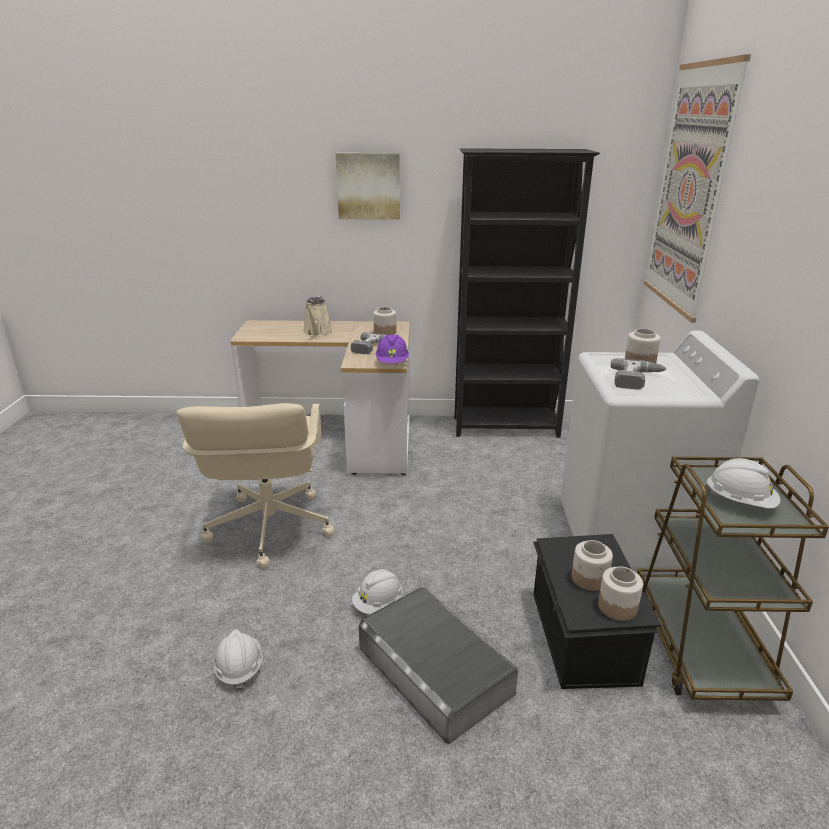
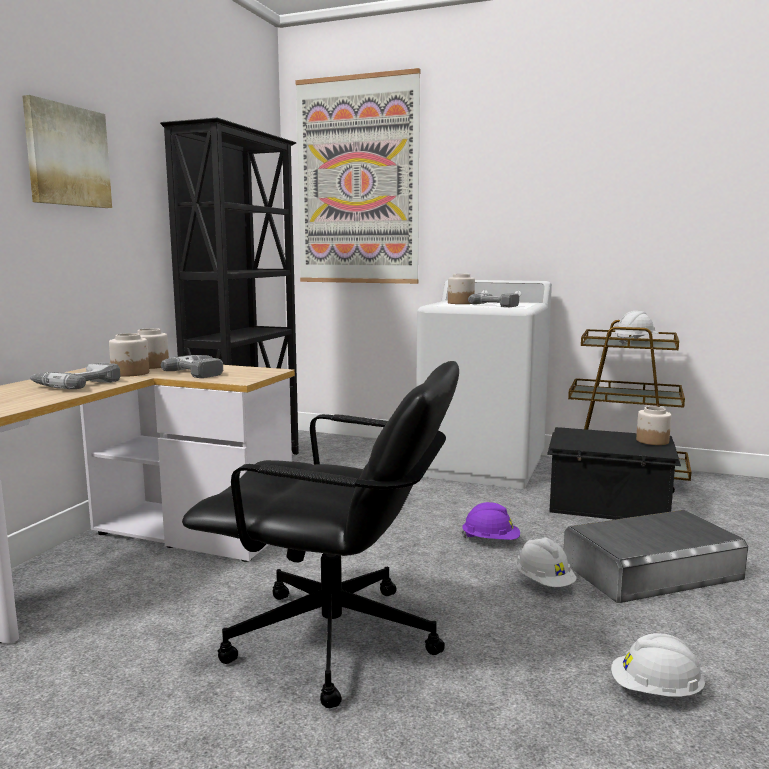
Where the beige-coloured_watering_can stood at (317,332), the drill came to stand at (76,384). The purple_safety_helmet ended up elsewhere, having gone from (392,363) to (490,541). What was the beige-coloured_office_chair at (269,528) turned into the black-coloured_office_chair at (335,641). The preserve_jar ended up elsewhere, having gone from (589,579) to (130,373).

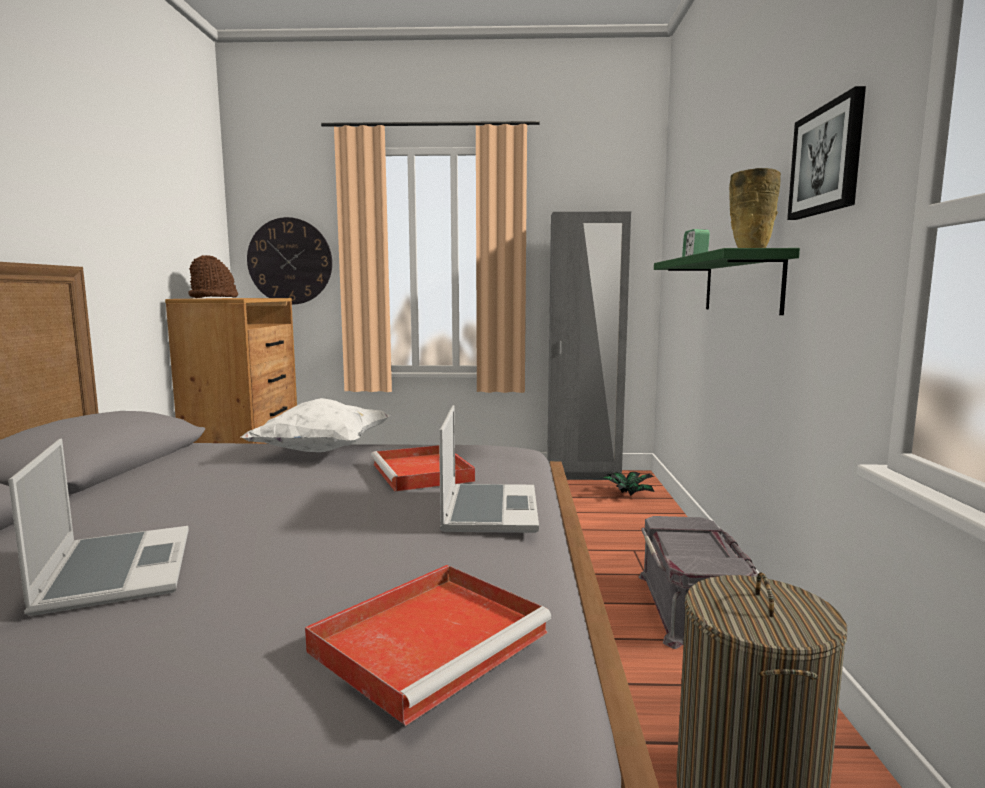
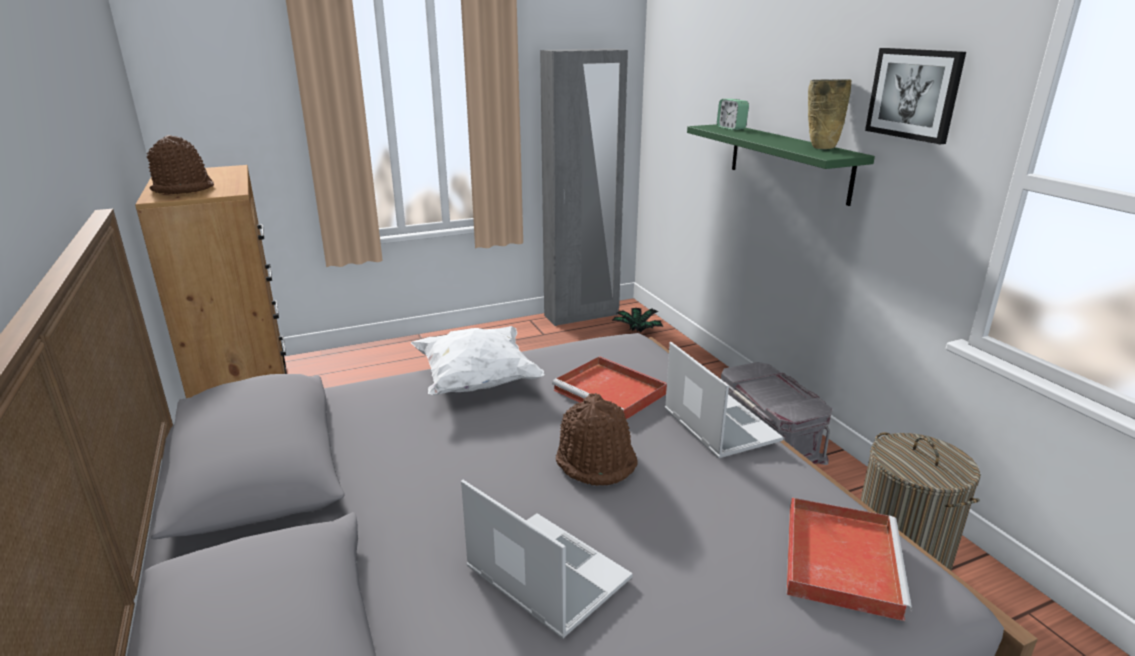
The second view lost the wall_clock at (290,261). The second view gained the brown-coloured_wearable_hat at (596,460).

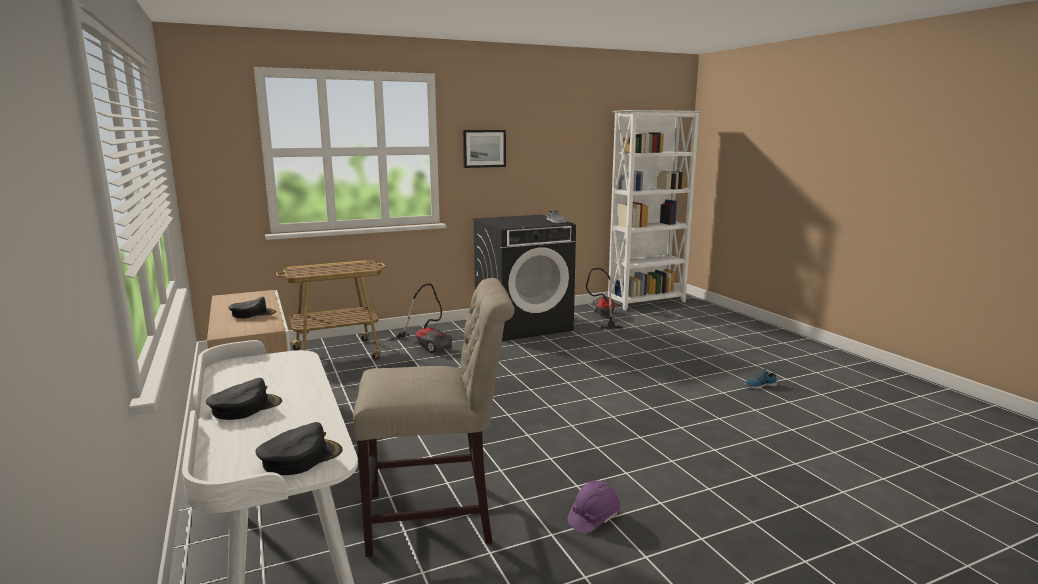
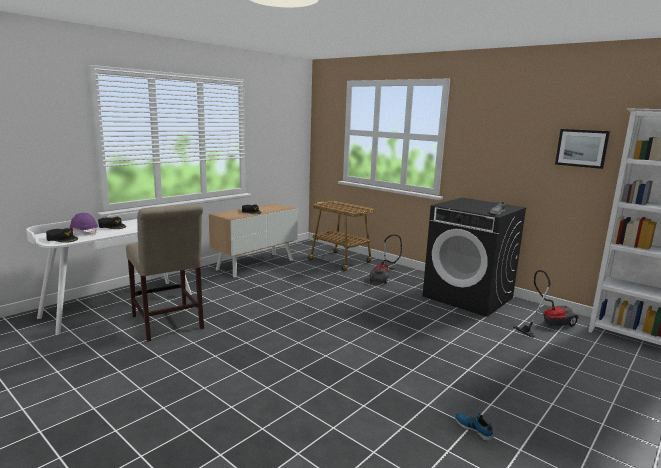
The wall_art ended up elsewhere, having gone from (484,148) to (581,148). The purple_safety_helmet ended up elsewhere, having gone from (593,518) to (83,232).

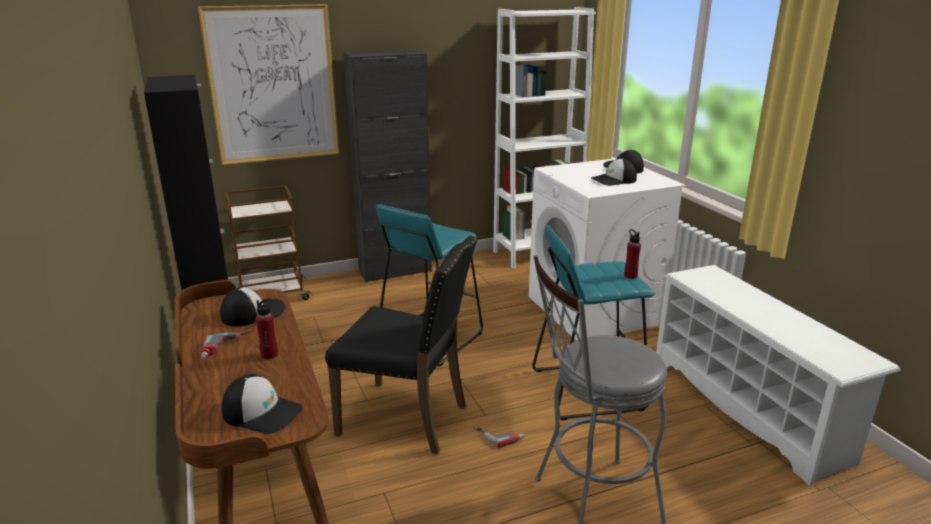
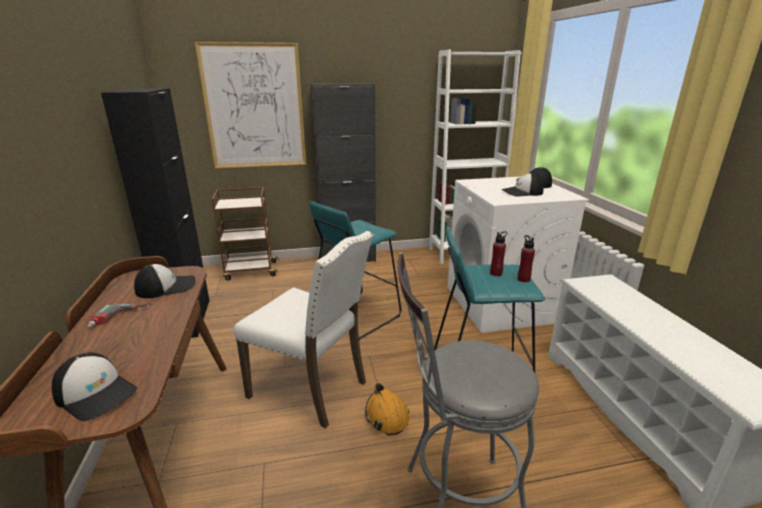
What was the black-coloured_upright_chair at (406,418) turned into the white-coloured_upright_chair at (311,388). The red-coloured_drink_bottle ended up elsewhere, having gone from (269,355) to (496,273). Where the drill stood at (499,435), the orangey_safety_helmet came to stand at (386,415).

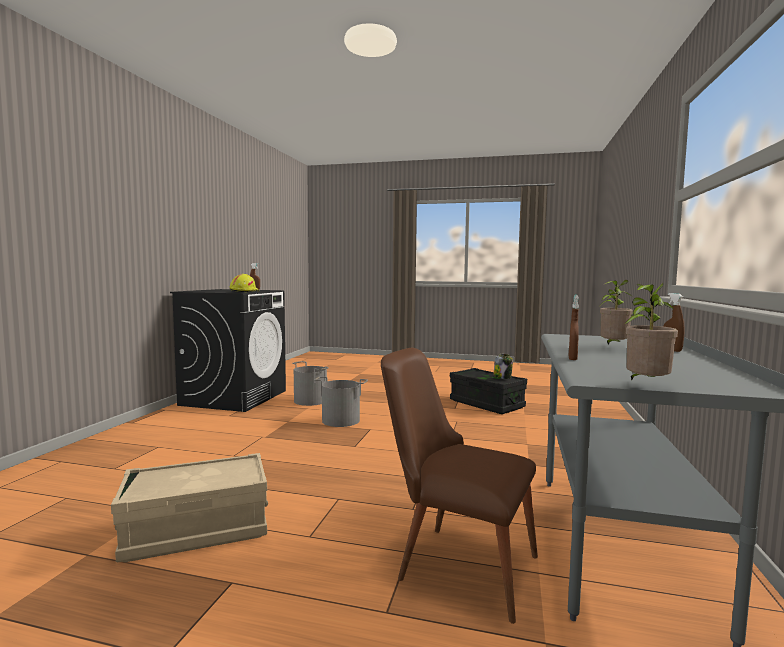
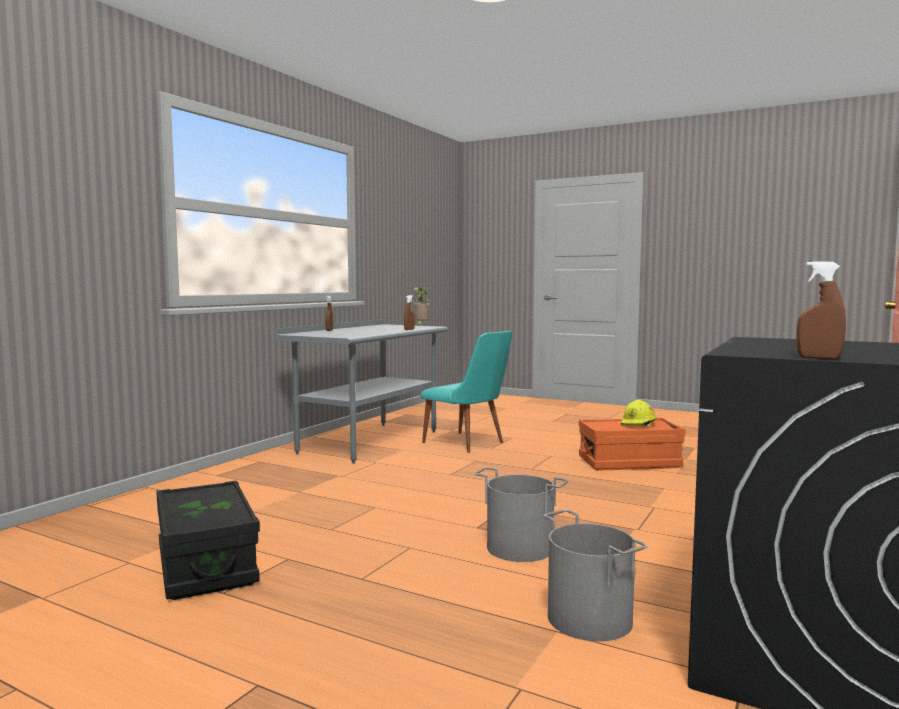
The yellow_safety_helmet ended up elsewhere, having gone from (243,291) to (638,424). The second view lost the potted_plant at (613,347). What was the brown-coloured_upright_chair at (455,562) turned into the blue-green_upright_chair at (468,444). The second view lost the preserve_jar at (502,377). What was the beige-coloured_storage_bin at (196,530) turned into the orangey_storage_bin at (629,462).

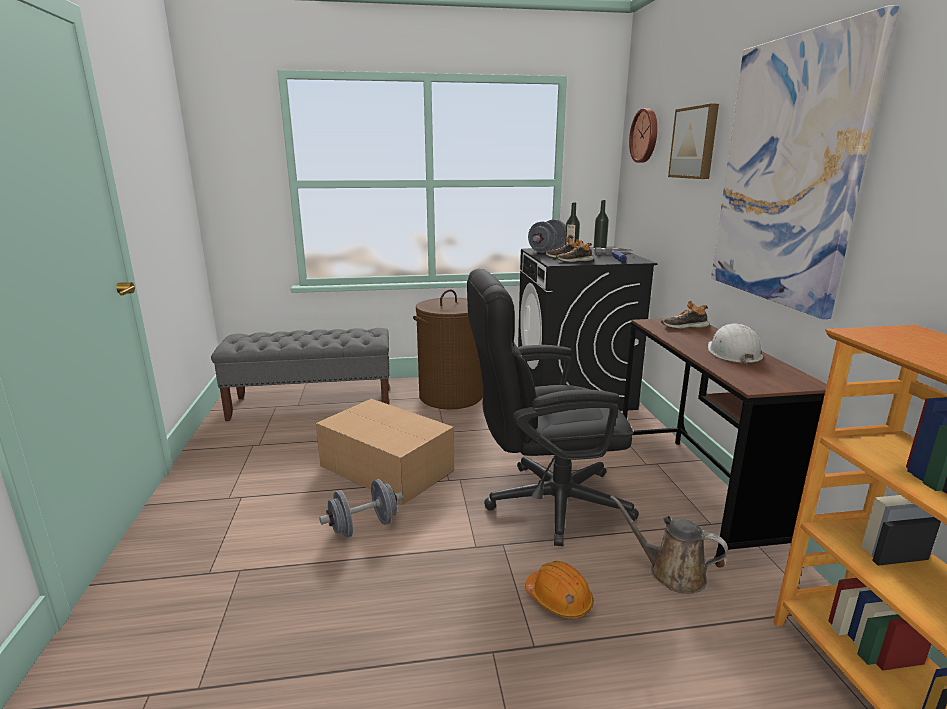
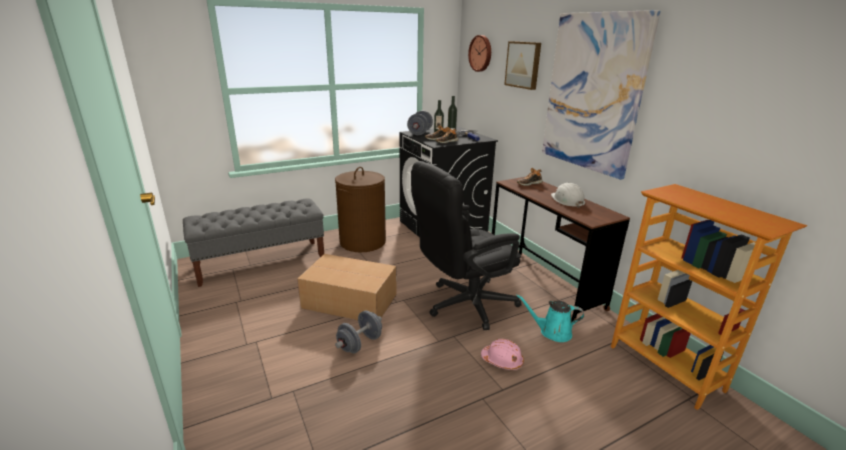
What was the brown-coloured_watering_can at (671,573) turned into the blue-green_watering_can at (552,332). What was the orangey_safety_helmet at (559,599) turned into the pink-coloured_safety_helmet at (502,361).

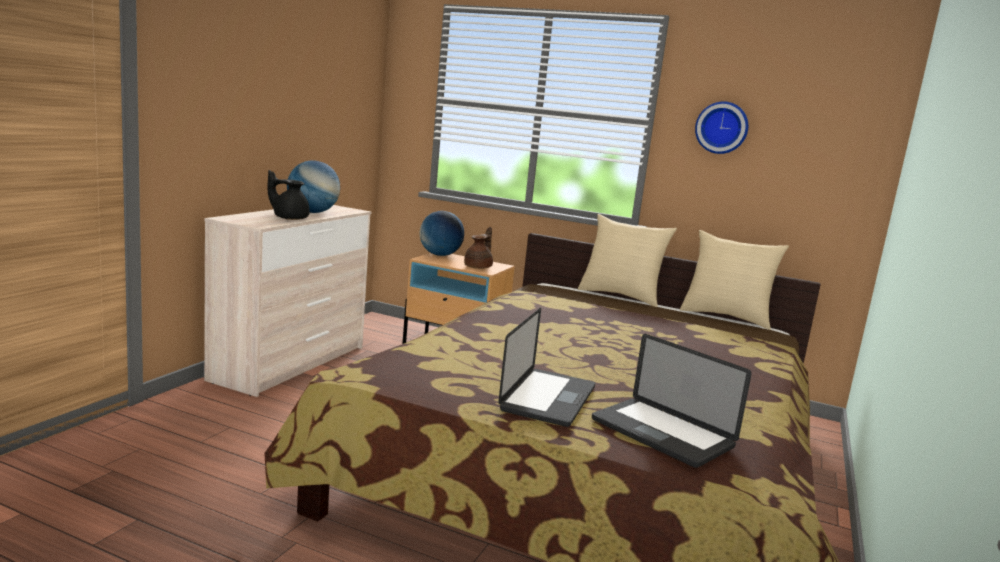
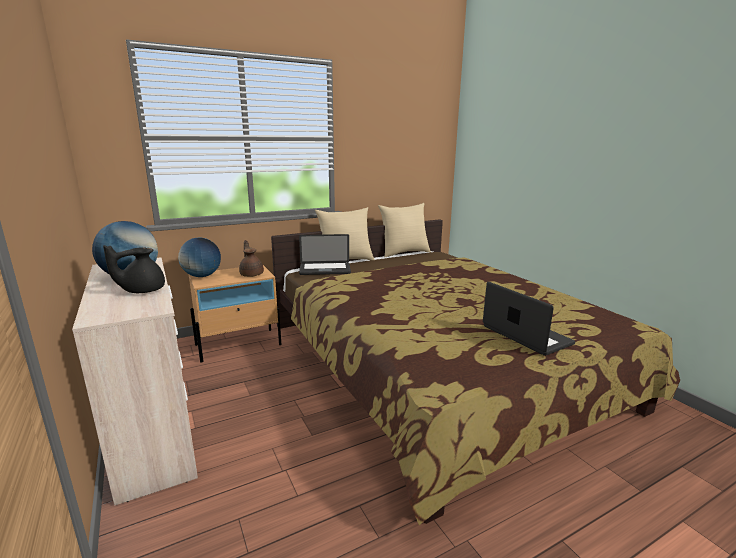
The second view lost the wall_clock at (721,127). The notebook_computer ended up elsewhere, having gone from (661,433) to (325,270).

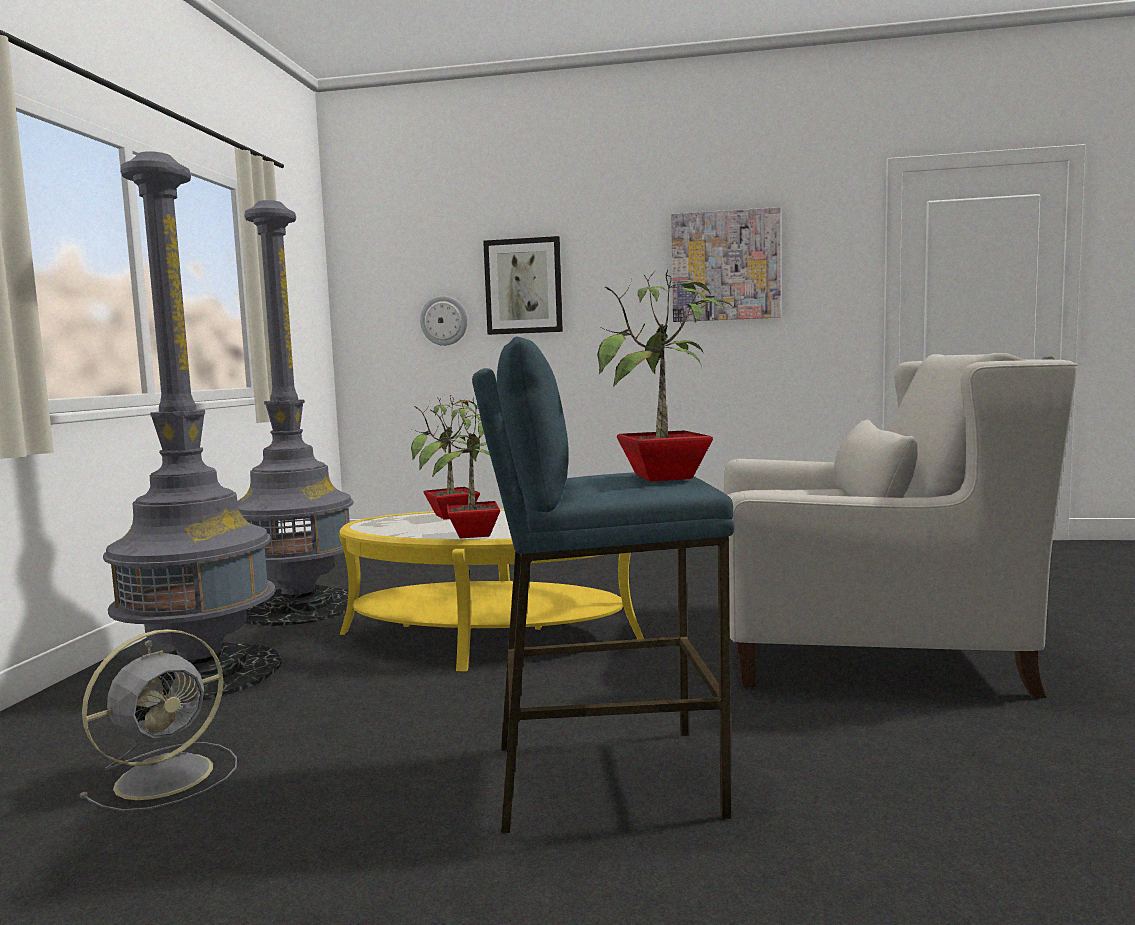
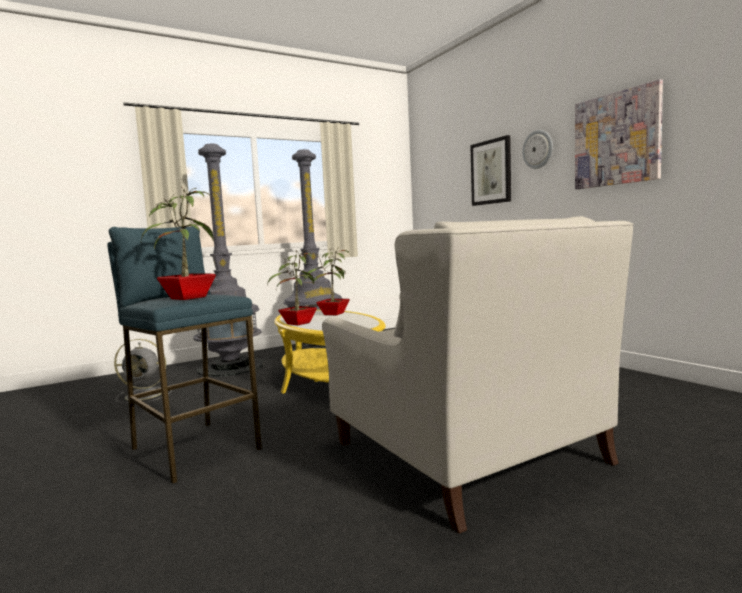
The wall_clock ended up elsewhere, having gone from (444,320) to (538,149).

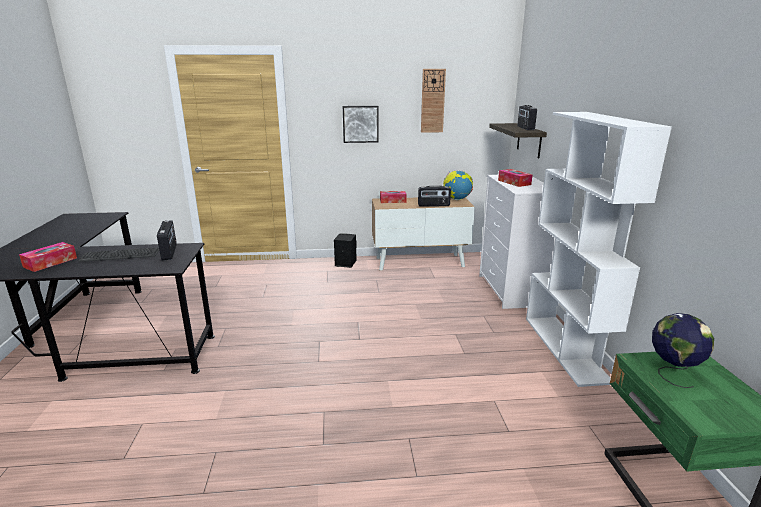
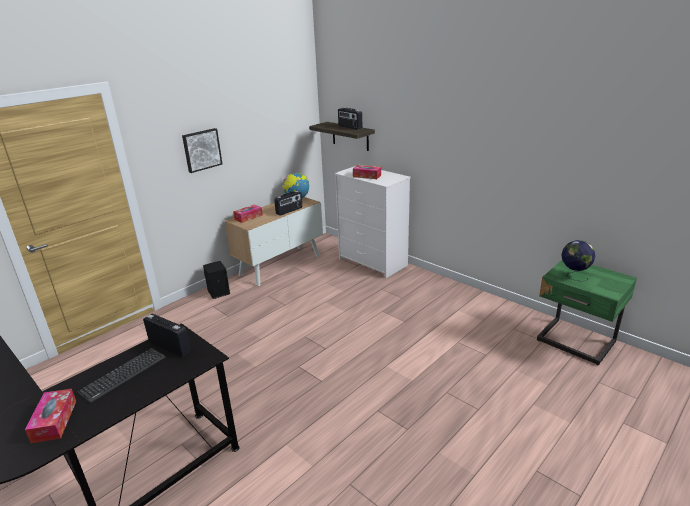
The second view lost the wall_clock at (432,101). The second view lost the white-coloured_bookshelf at (566,348).

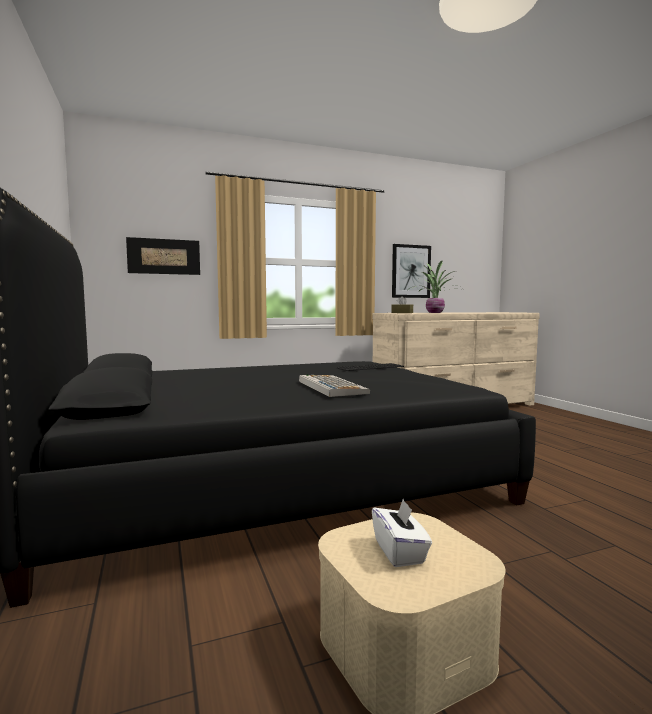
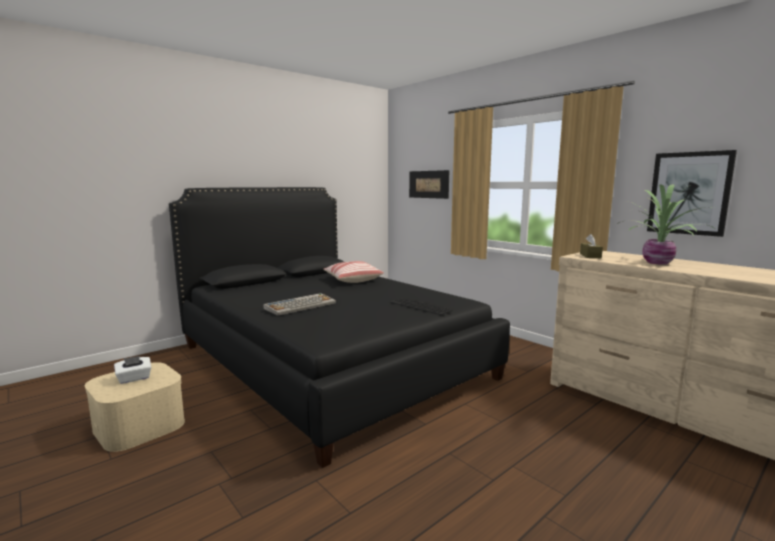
The second view gained the pillow at (352,280).

